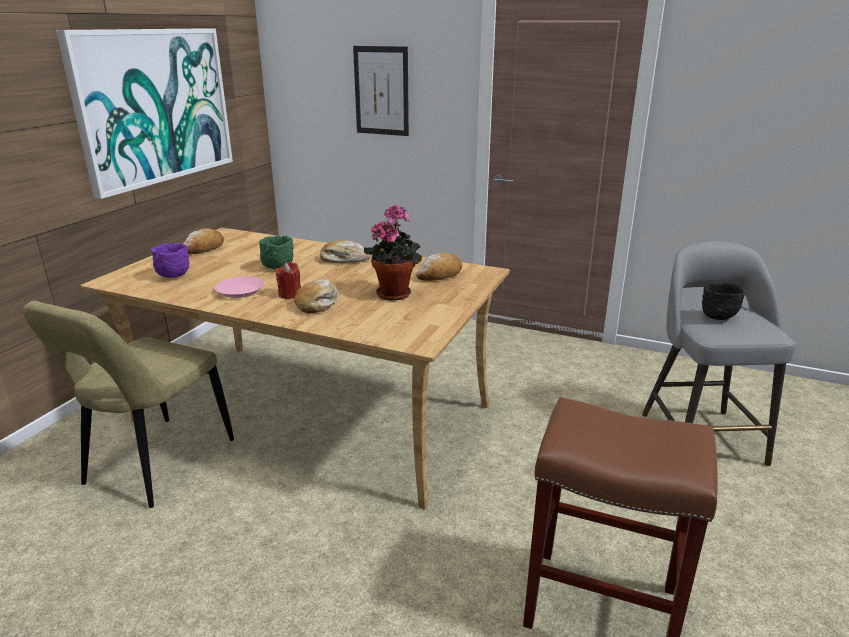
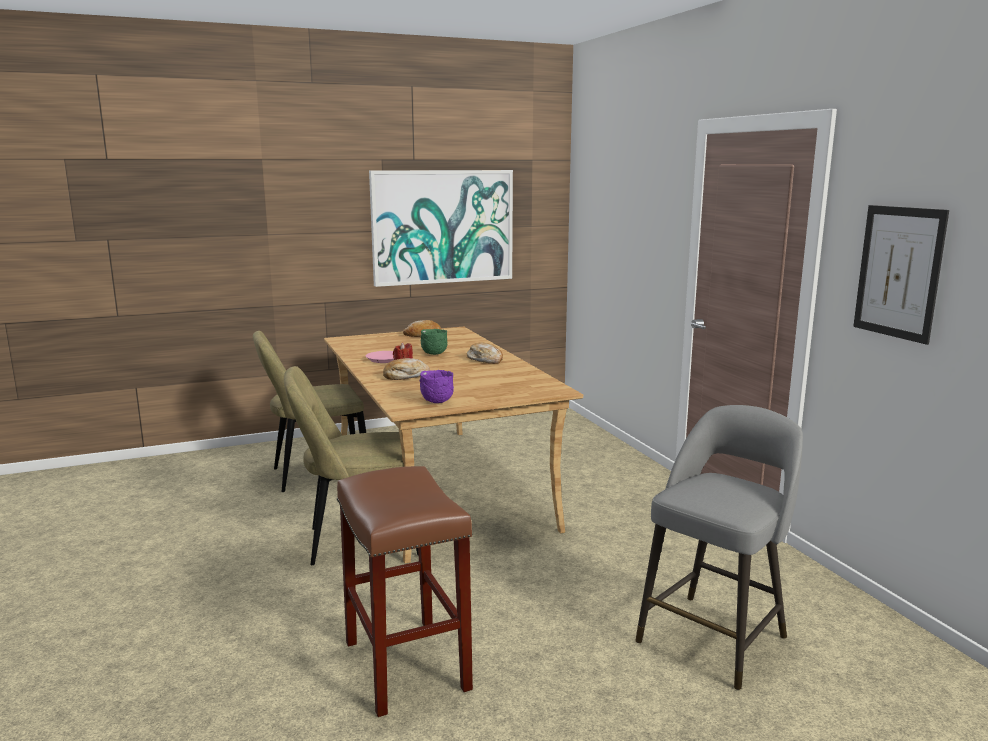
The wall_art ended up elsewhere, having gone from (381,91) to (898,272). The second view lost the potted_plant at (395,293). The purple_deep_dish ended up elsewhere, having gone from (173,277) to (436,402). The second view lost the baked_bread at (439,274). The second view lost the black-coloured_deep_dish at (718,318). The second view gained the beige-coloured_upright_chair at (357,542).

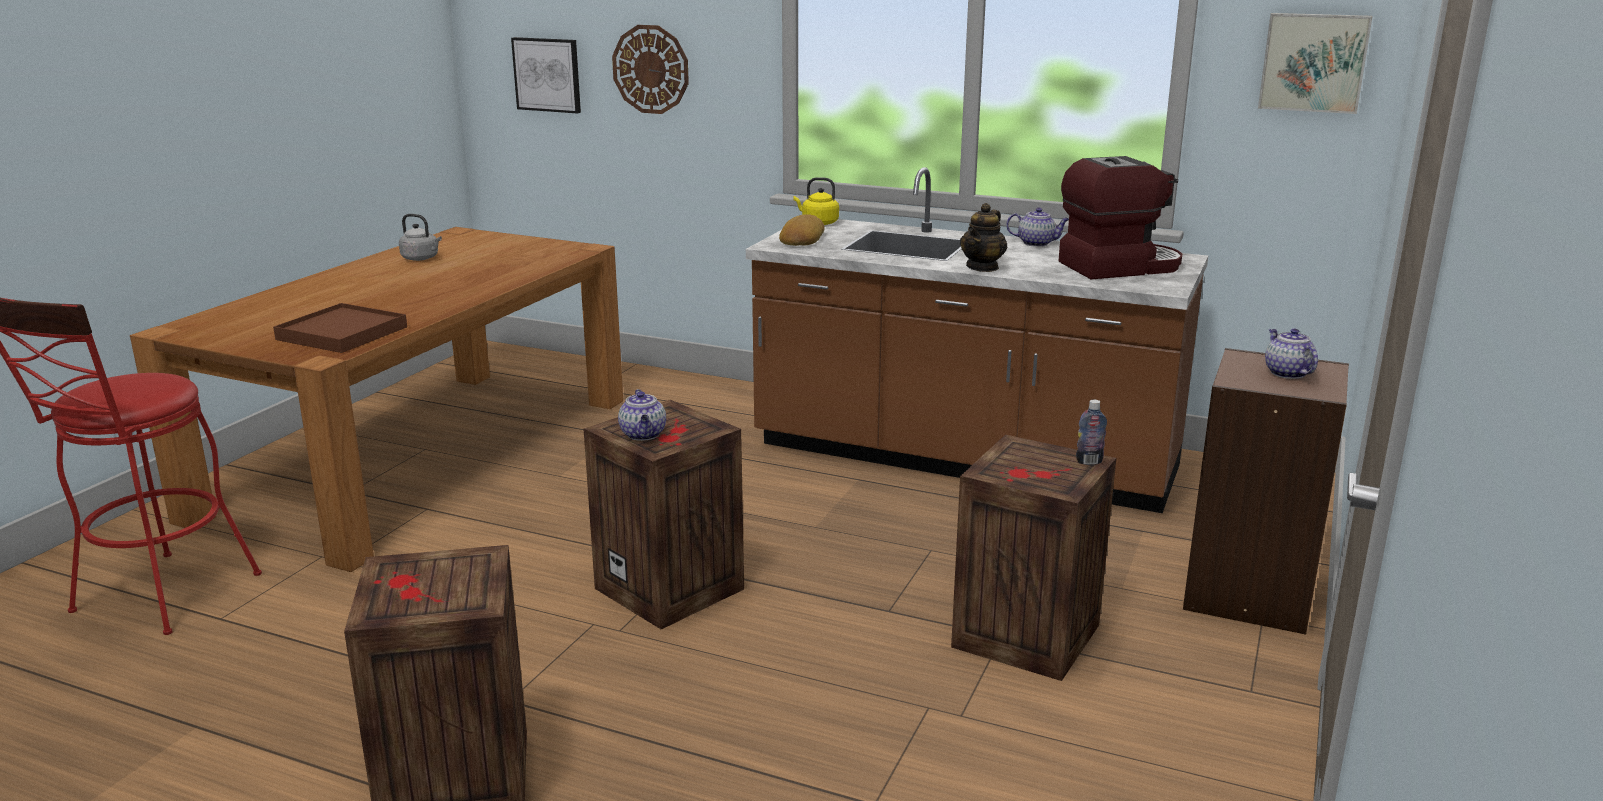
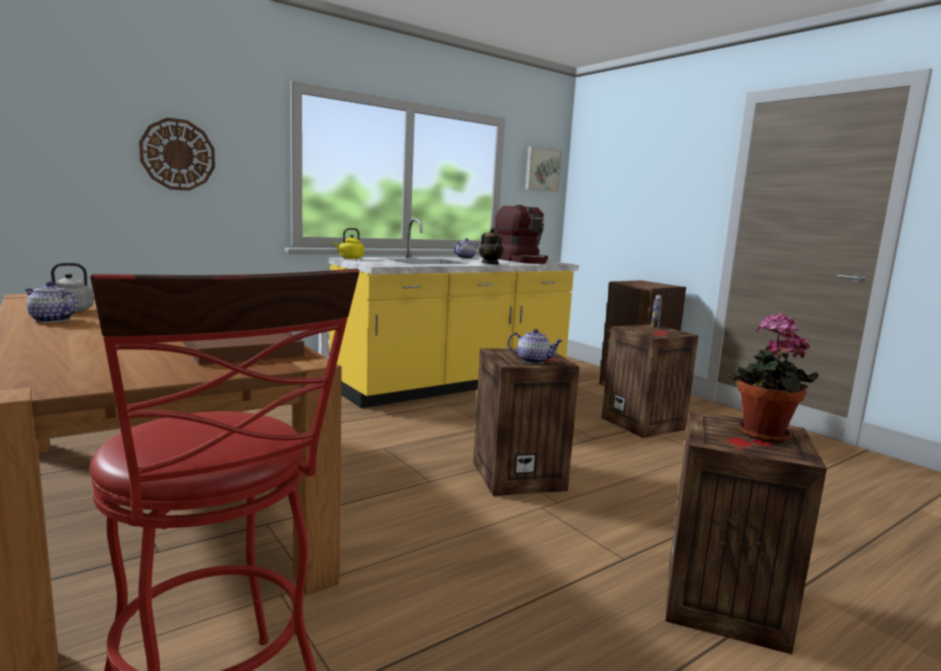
The second view lost the wall_art at (547,74). The coffee_maker at (1119,266) ended up facing another way, 135 degrees clockwise from before. What was the brown-coloured_counter at (963,459) turned into the yellow_counter at (455,383). The second view lost the baked_bread at (801,238). The teapot ended up elsewhere, having gone from (1286,373) to (51,320). The second view gained the potted_plant at (762,436).

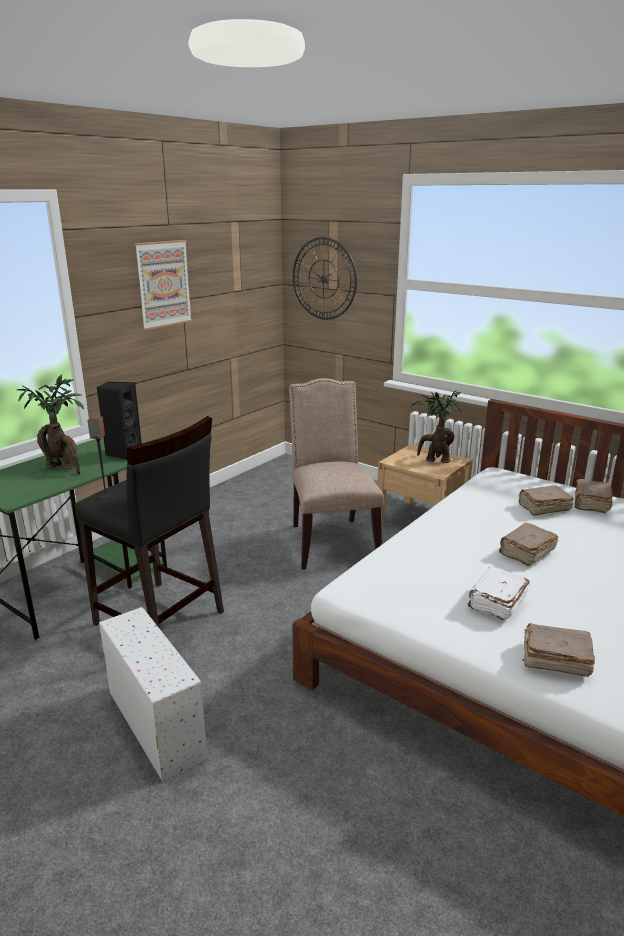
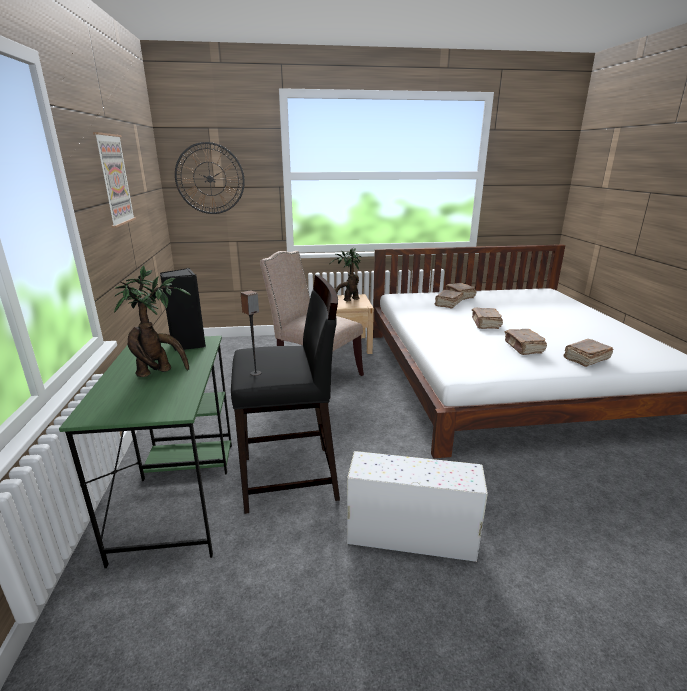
What was the white-coloured_book at (496,602) turned into the brown-coloured_book at (523,348).

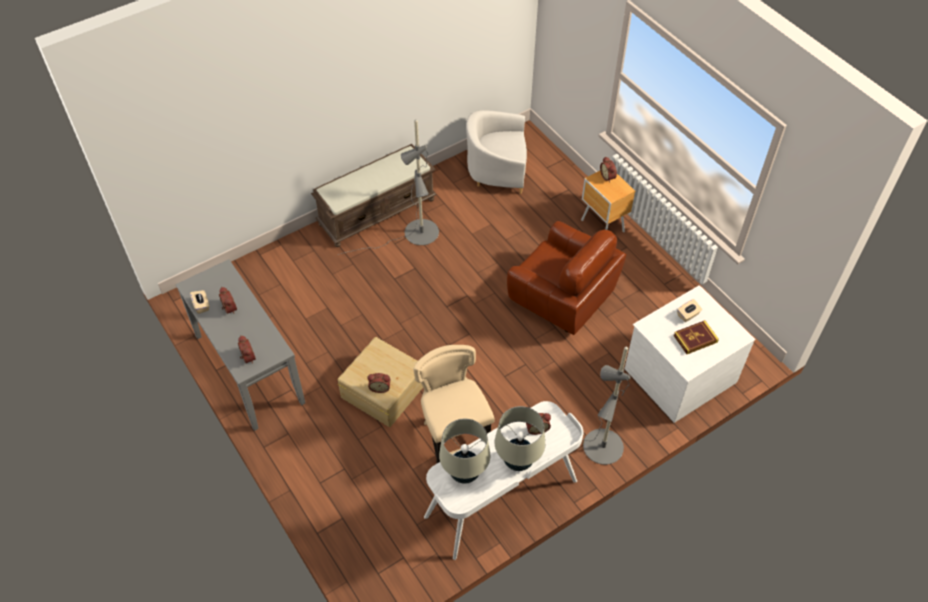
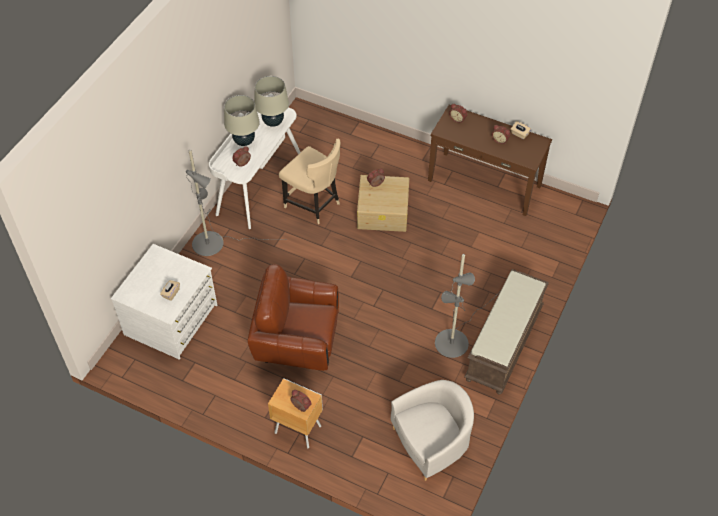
What was the greyish_console_table at (248,369) turned into the brown-coloured_console_table at (484,183). The second view lost the book at (695,339).

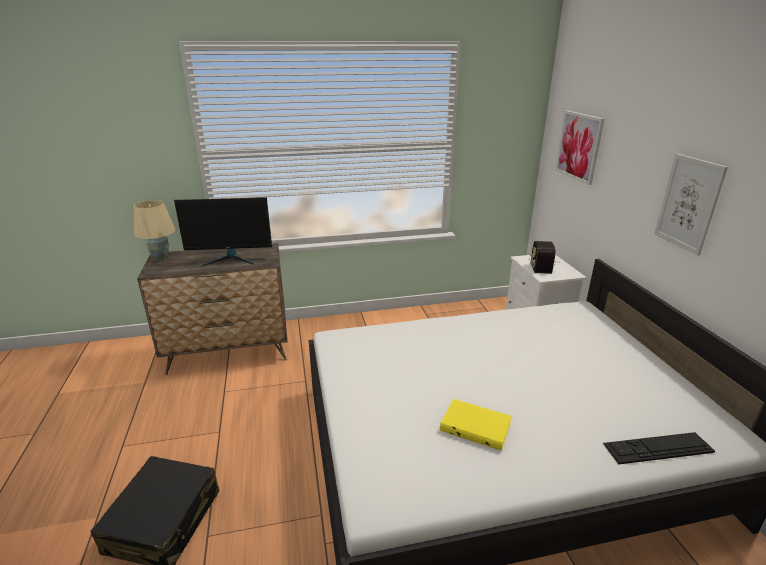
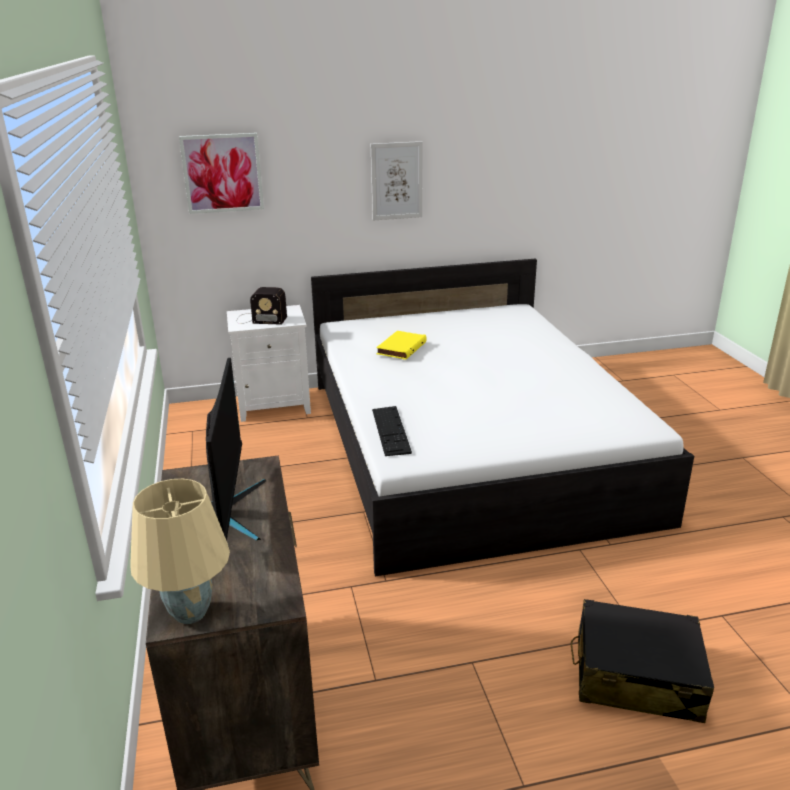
The yellow_book ended up elsewhere, having gone from (476,426) to (400,348). The keyboard ended up elsewhere, having gone from (658,448) to (390,430).

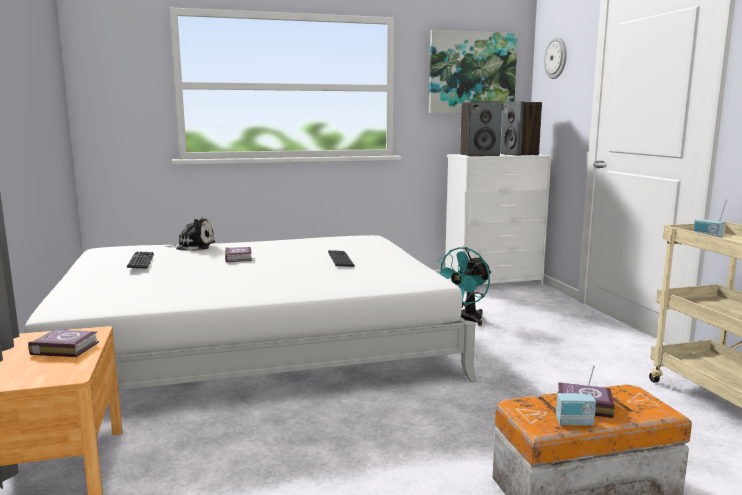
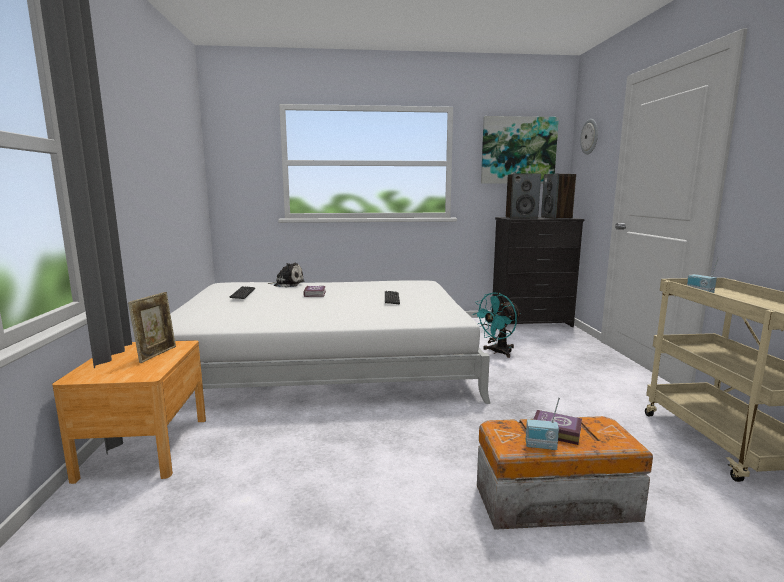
What was the white-coloured_chest_of_drawers at (494,282) turned into the black-coloured_chest_of_drawers at (532,322). Where the book stood at (64,348), the picture_frame came to stand at (157,354).

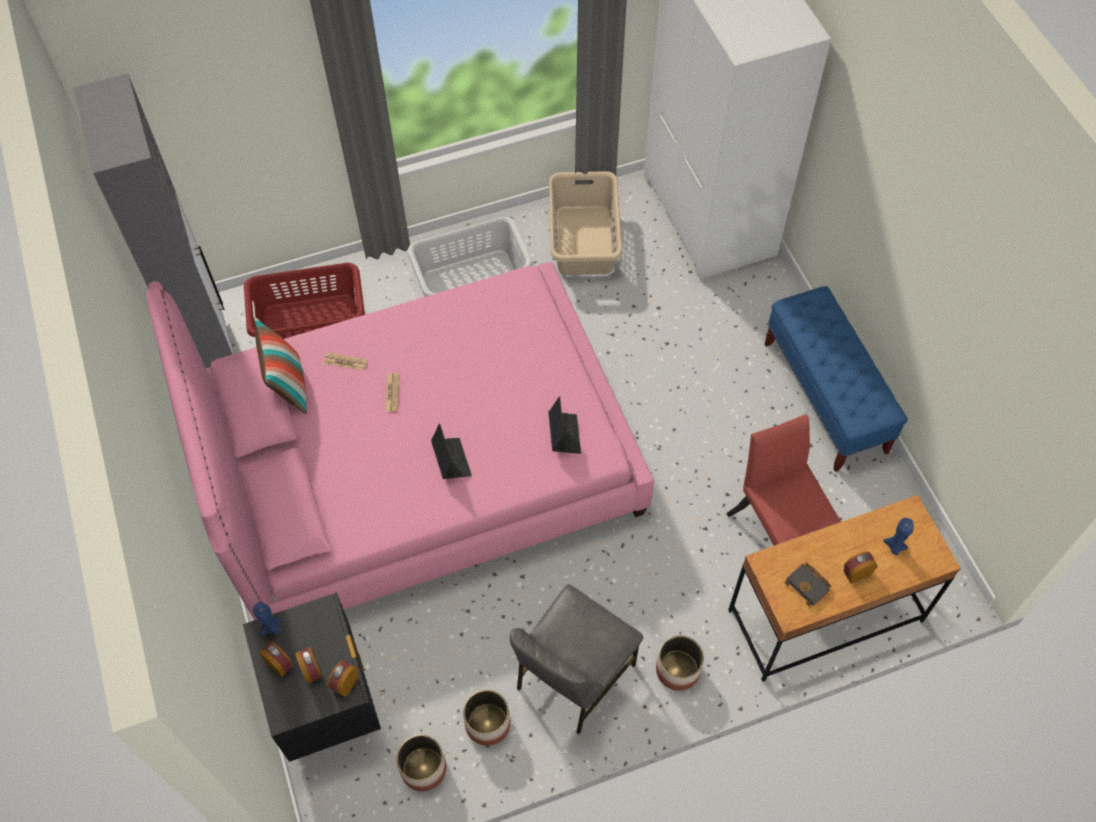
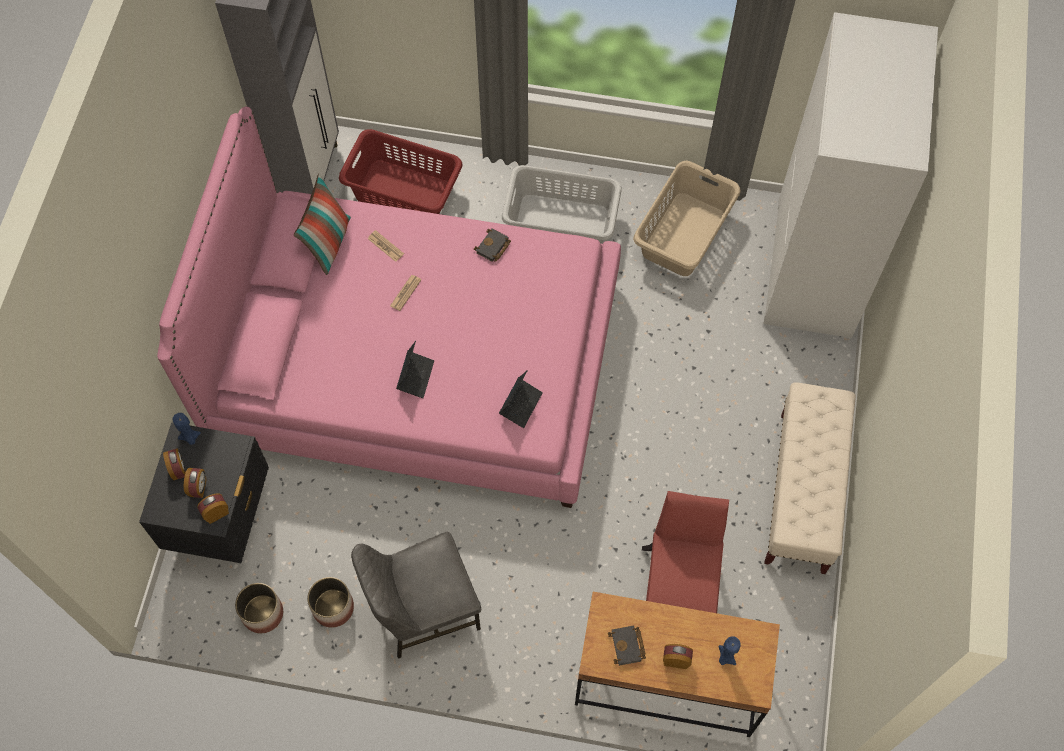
What was the blue_long_seat at (824,398) turned into the beige-coloured_long_seat at (802,493). The second view lost the plant_pot at (678,670). The second view gained the black-coloured_book at (493,248).

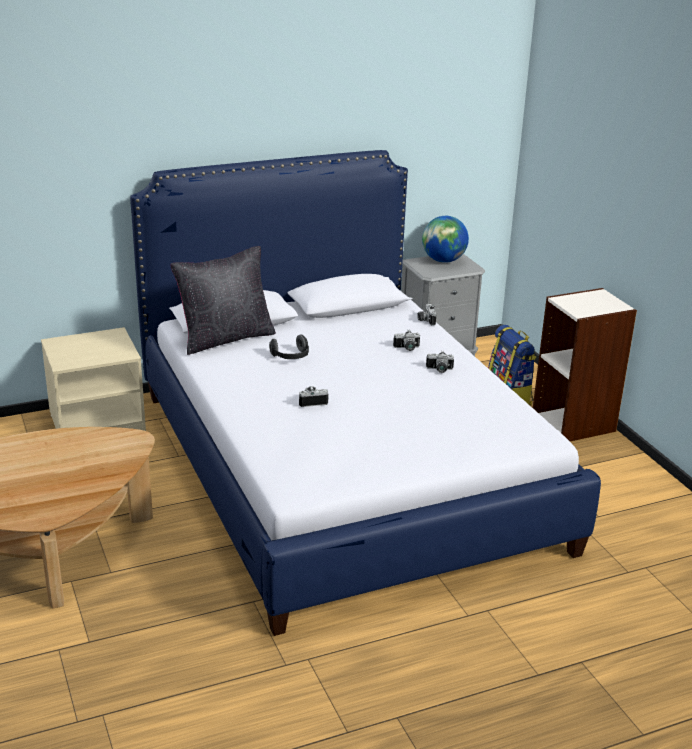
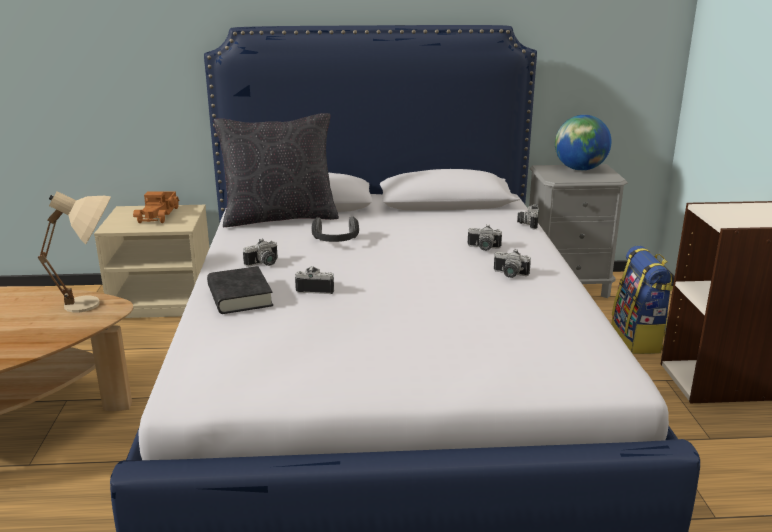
The second view gained the beige-coloured_tabletop_lamp at (95,305). The second view gained the model_truck at (159,214). The second view gained the still_camera at (264,264). The second view gained the black-coloured_book at (239,296).

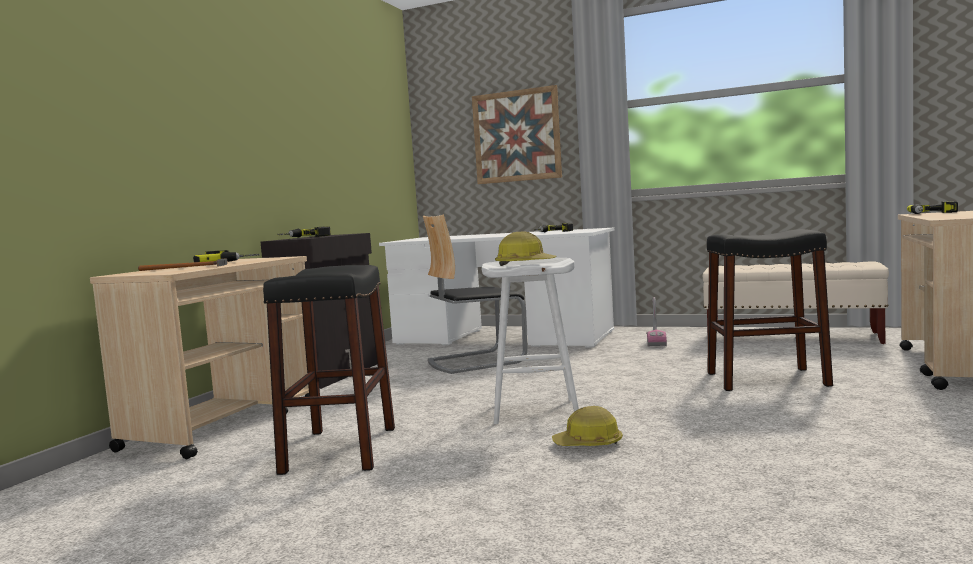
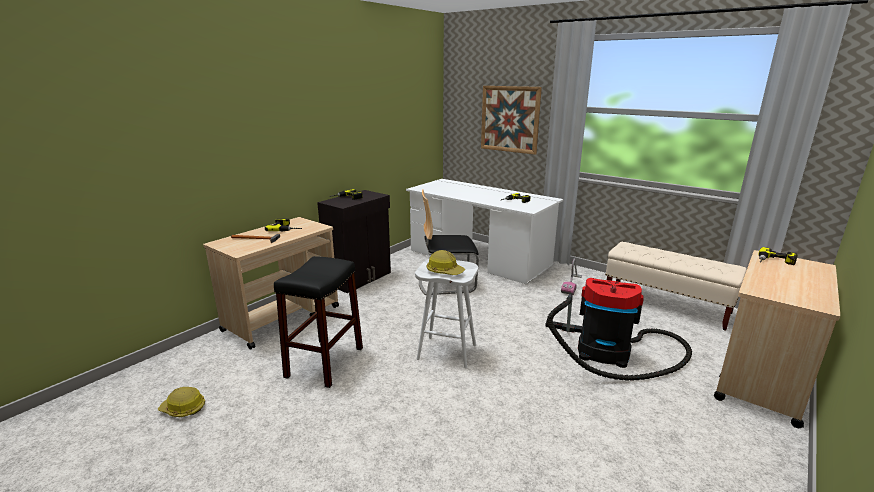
Where the black-coloured_sitting_stool stood at (766,379), the hoover came to stand at (609,354). The safety_helmet ended up elsewhere, having gone from (588,444) to (183,409).

